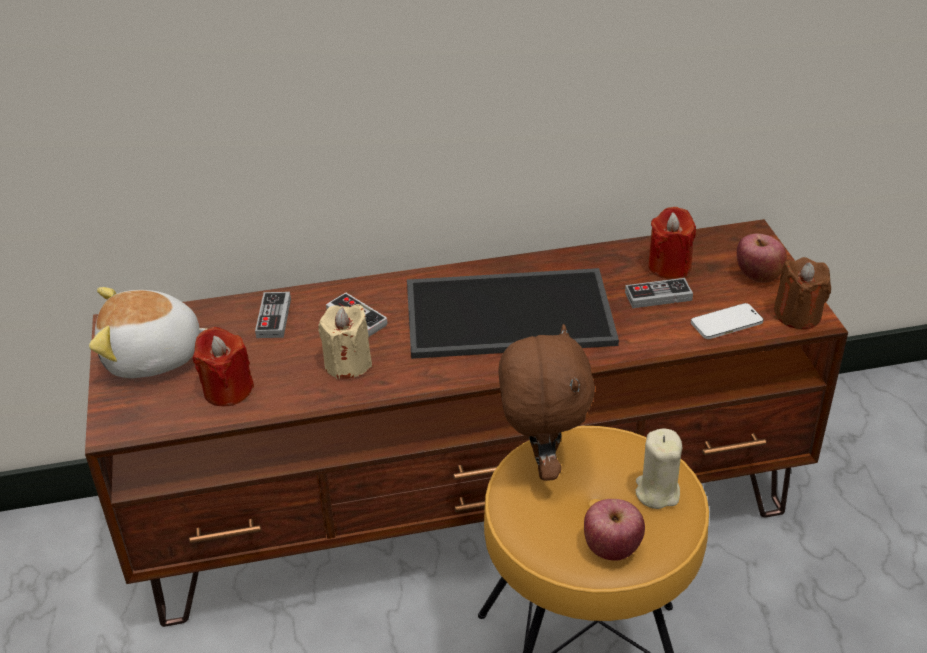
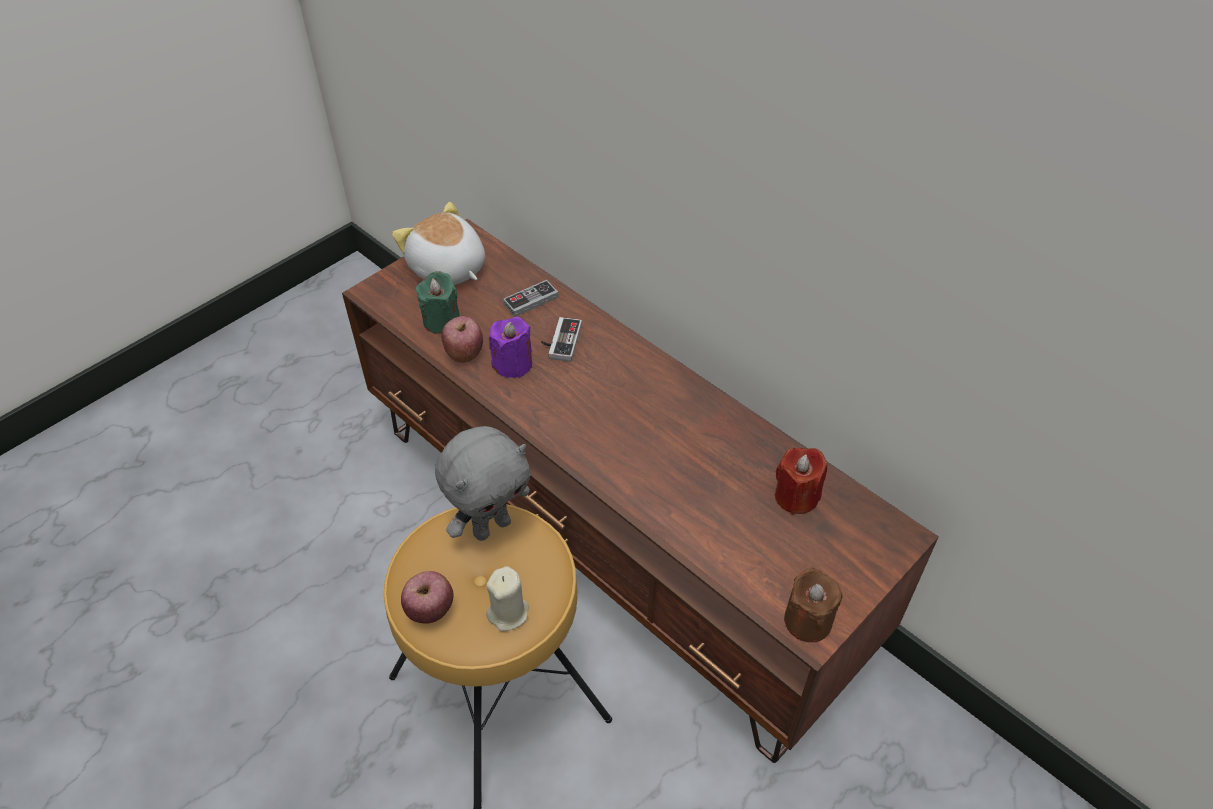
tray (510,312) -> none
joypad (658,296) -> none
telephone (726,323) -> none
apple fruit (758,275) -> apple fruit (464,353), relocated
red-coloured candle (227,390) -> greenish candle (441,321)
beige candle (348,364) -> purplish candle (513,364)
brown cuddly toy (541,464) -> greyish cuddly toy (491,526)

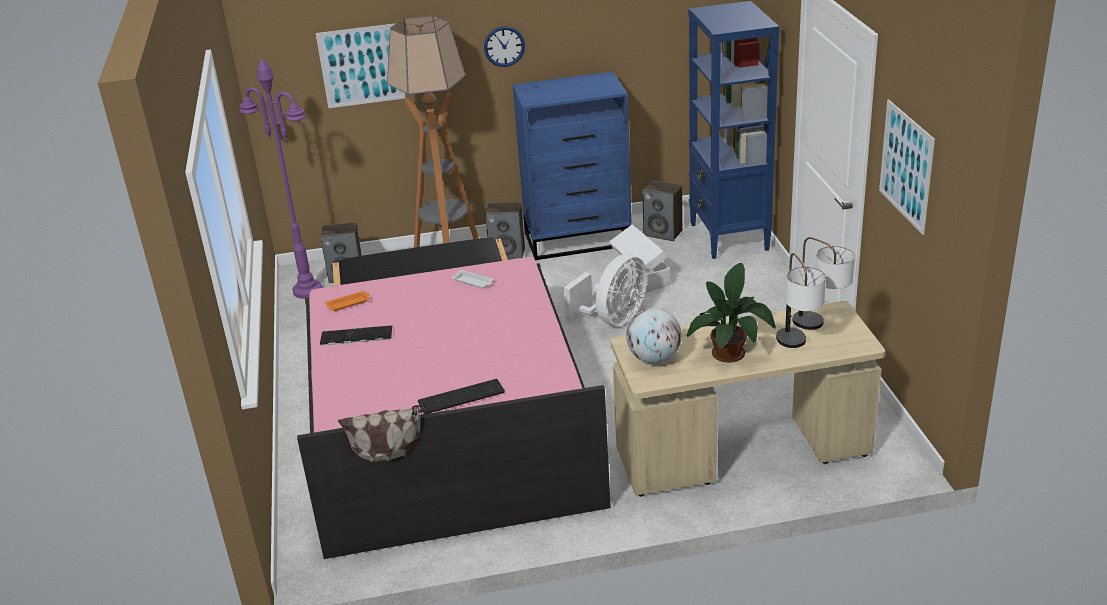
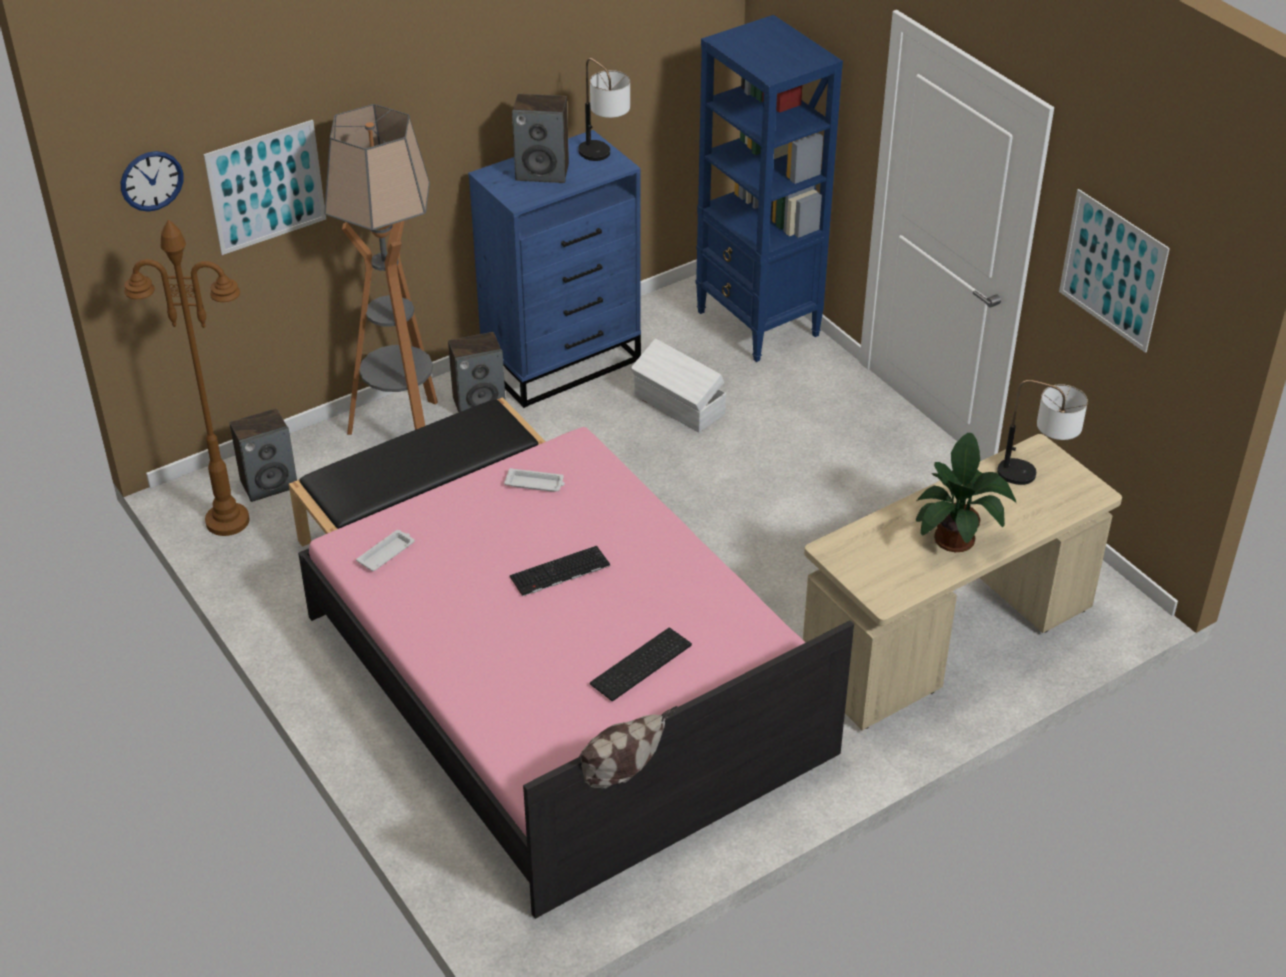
whitish fan (613,319) -> none
world globe (654,358) -> none
PC keyboard (355,336) -> PC keyboard (559,572), relocated
clock on the wall (504,46) -> clock on the wall (151,181), relocated
loudspeaker (663,233) -> loudspeaker (543,172), relocated
table lamp (797,347) -> table lamp (603,159), relocated
purplish standard lamp (307,291) -> brown standard lamp (227,521)
orange tray (349,303) -> whitish tray (387,553)

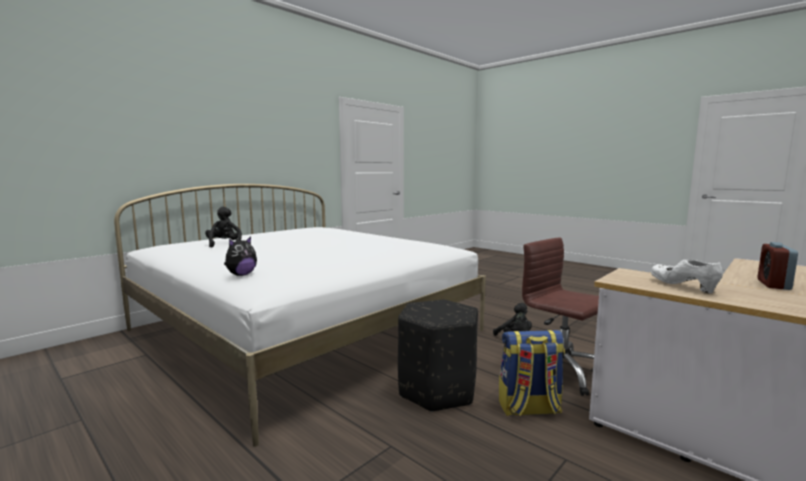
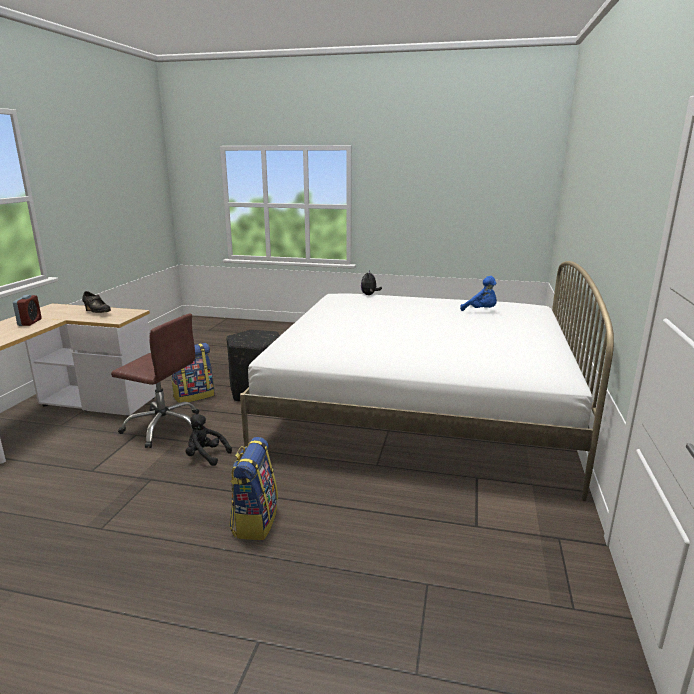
none -> rucksack (254,521)
blackish cuddly toy (224,245) -> blue cuddly toy (481,311)
whitish item of footwear (683,287) -> blackish item of footwear (97,312)

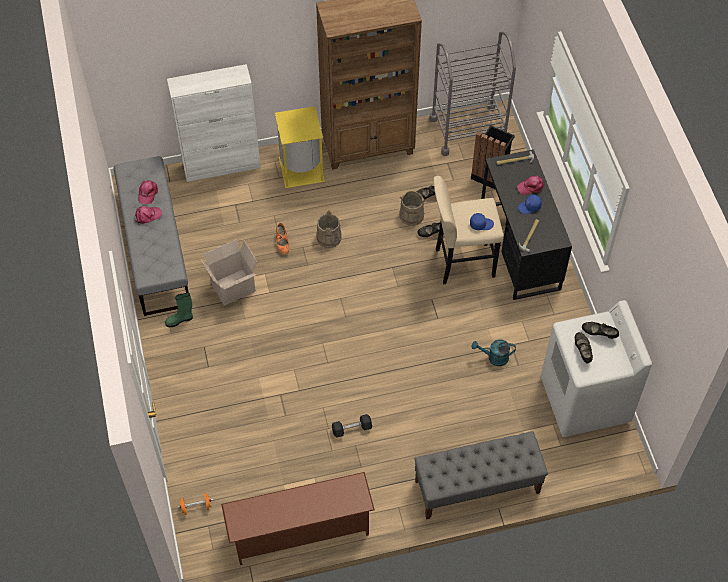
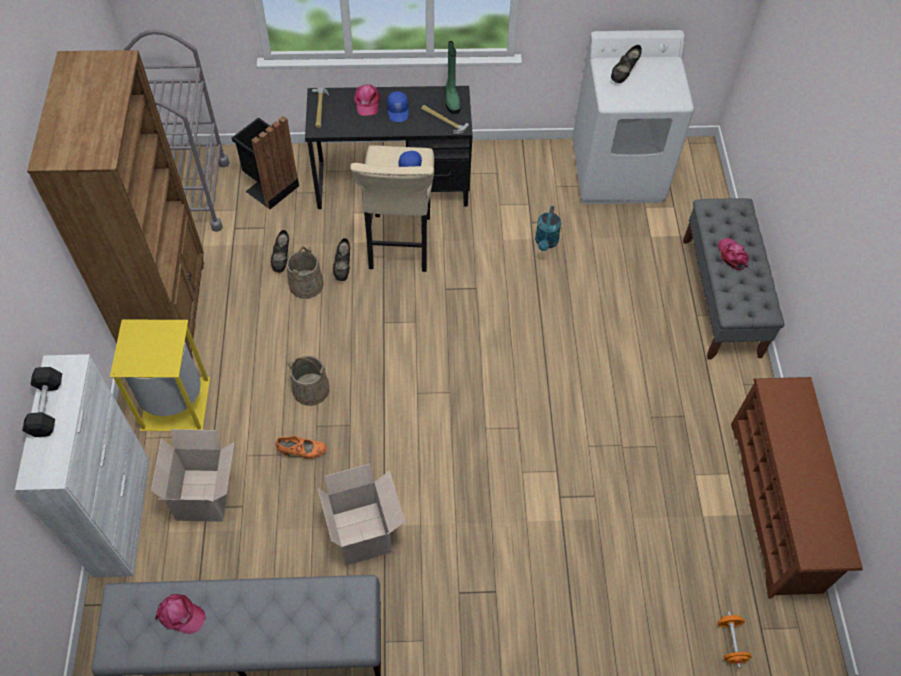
blackish item of footwear (582,351) -> none
none -> packing box (205,496)
pink-coloured baseball cap (147,216) -> pink-coloured baseball cap (732,255), relocated
greenish high-top boot (180,320) -> greenish high-top boot (451,99), relocated
blackish dumbbell (352,429) -> blackish dumbbell (47,407), relocated

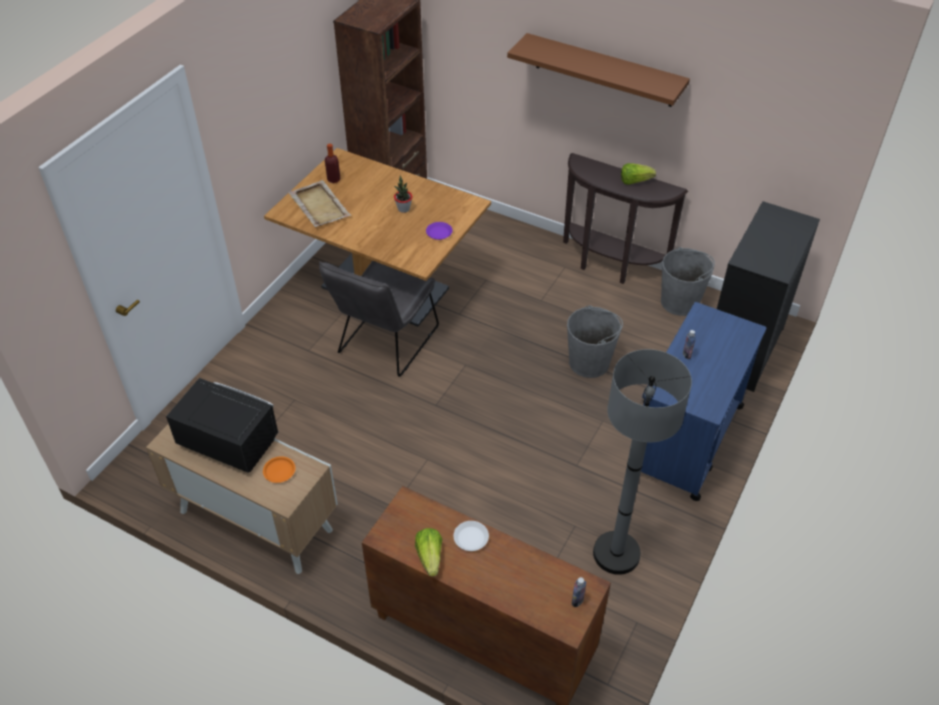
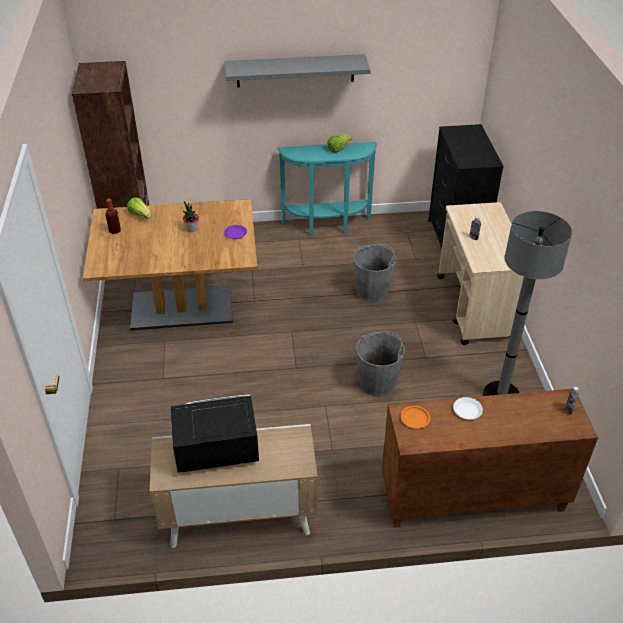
beige tray (319,205) -> none
greyish upright chair (384,344) -> none
orange plate (279,471) -> orange plate (415,418), relocated
head of lettuce (430,557) -> head of lettuce (140,215), relocated
greyish water bucket (680,302) -> greyish water bucket (377,382), relocated
brown bracket shelf (604,70) -> greyish bracket shelf (295,70)
brown hall table (609,266) -> blue-green hall table (327,226)
blue cart (686,440) -> beige cart (475,308)

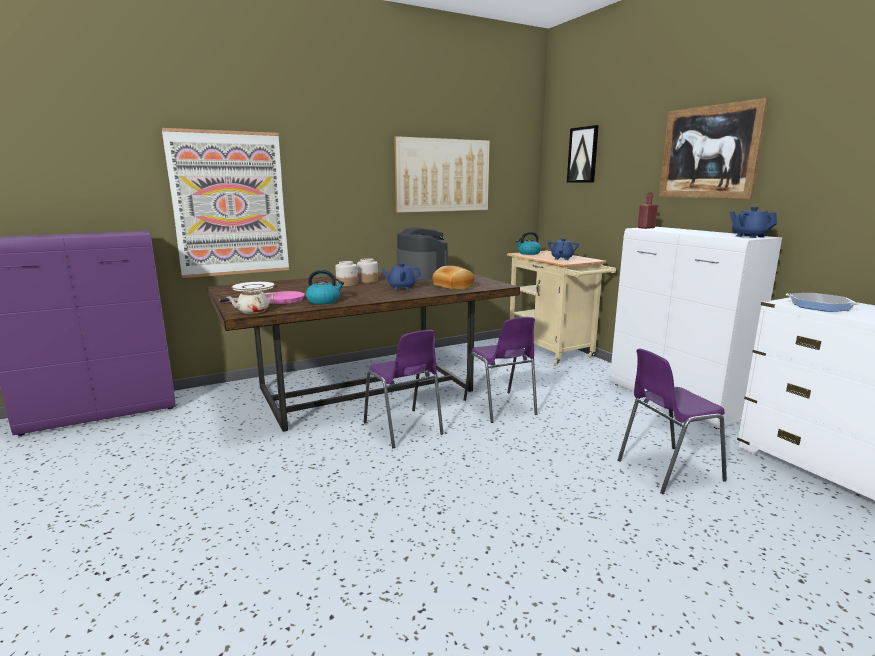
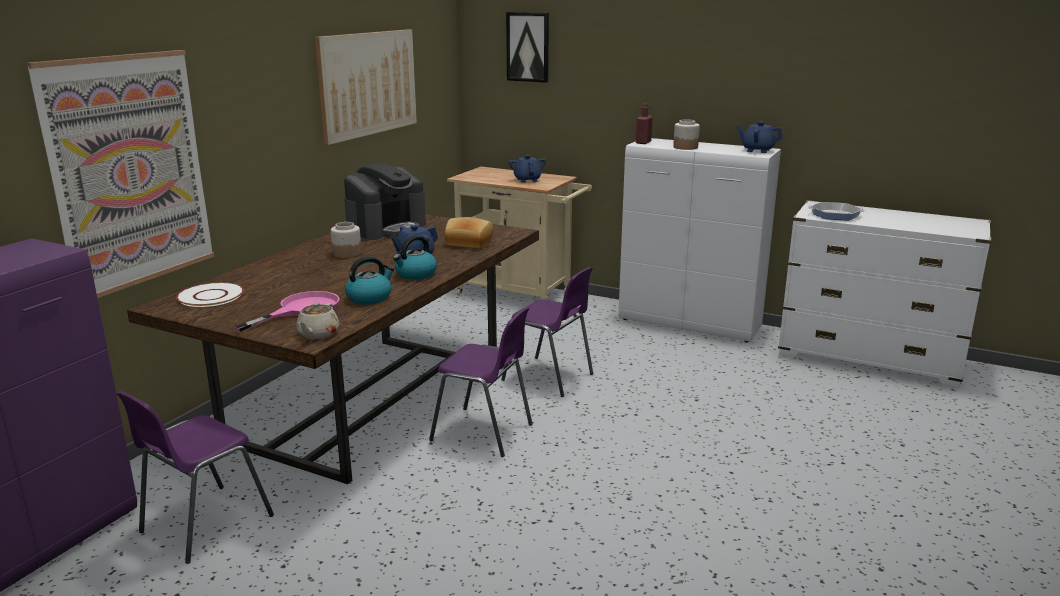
wall art (708,152) -> none
preserve jar (347,284) -> preserve jar (685,147), relocated
tea kettle (528,253) -> tea kettle (415,274), relocated
purplish upright chair (666,470) -> purplish upright chair (203,525), relocated
coffee machine (421,273) -> coffee machine (386,228), 105 degrees clockwise

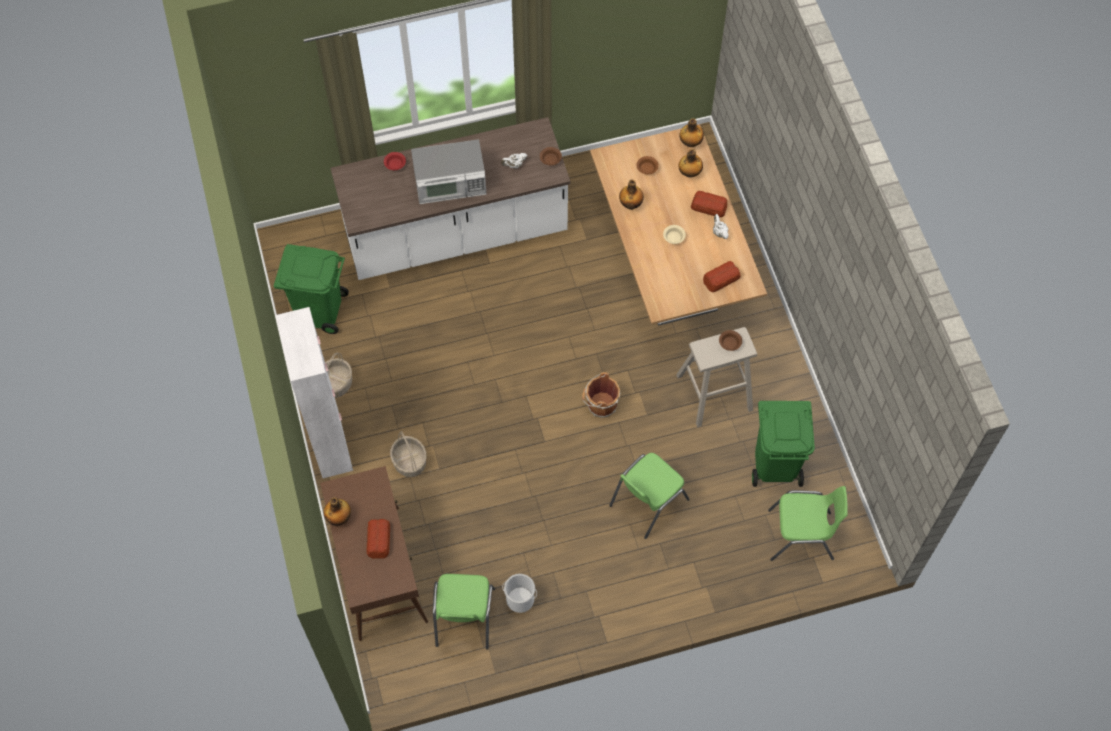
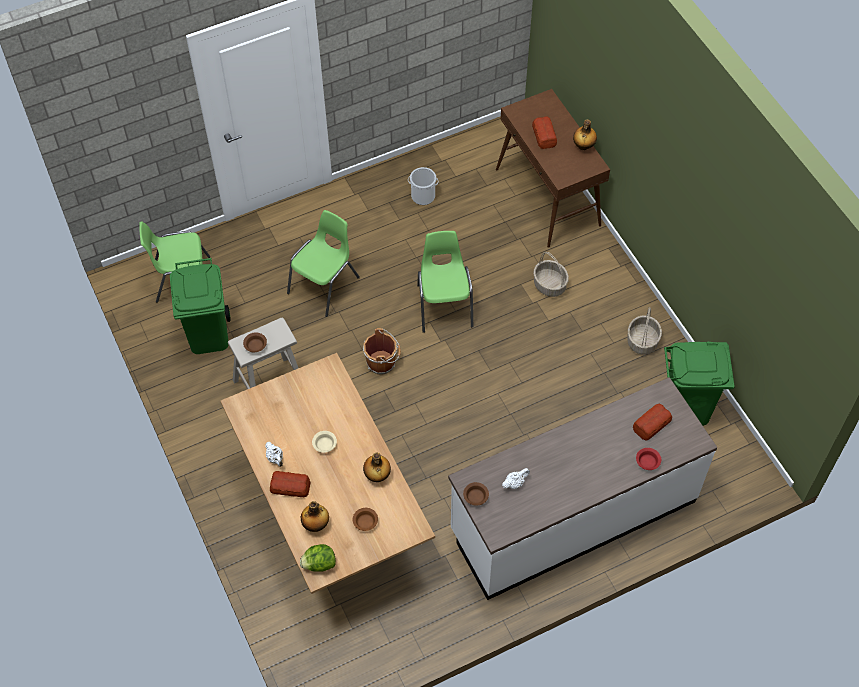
whitish cabinet (330,444) -> none
kitchen microwave (450,184) -> none
greenish upright chair (464,618) -> greenish upright chair (444,305), relocated
bread (722,279) -> bread (651,424), relocated
drink bottle (690,143) -> head of lettuce (319,564)

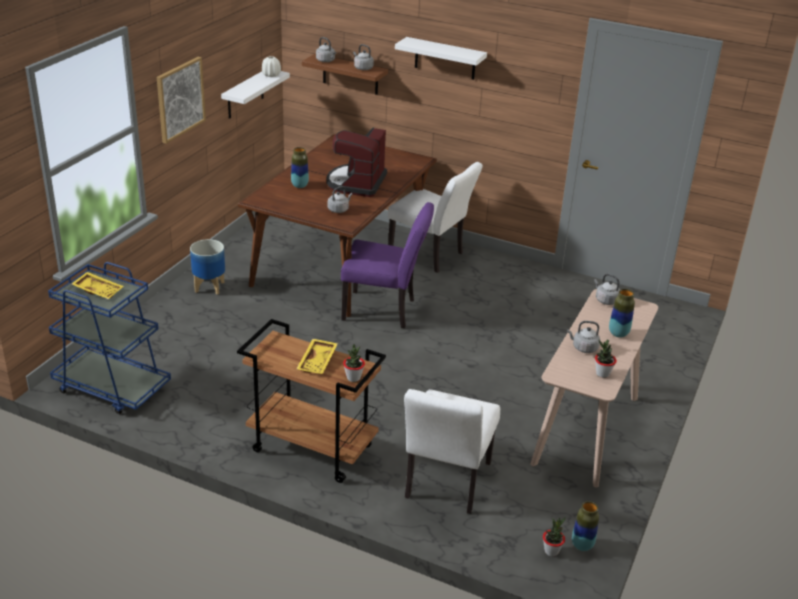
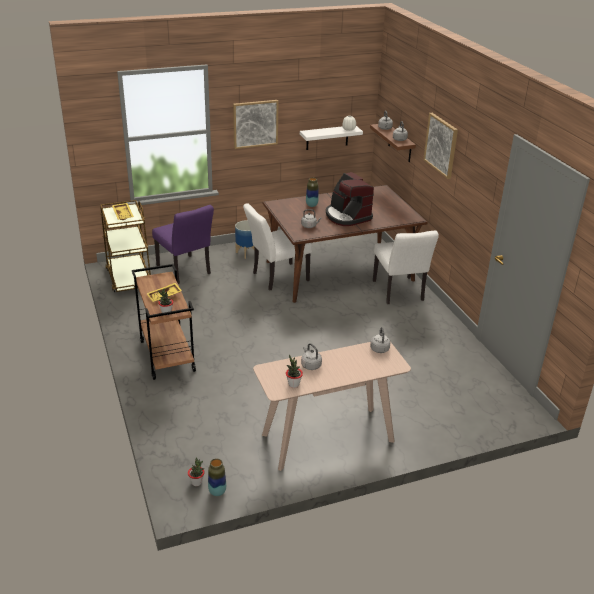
flower vase (618,333) -> none
purplish upright chair (385,310) -> purplish upright chair (185,271), relocated
whitish upright chair (445,485) -> whitish upright chair (276,277), relocated
whitish bracket shelf (445,58) -> wall art (441,145)
blue cart (112,387) -> brown cart (129,278)
coffee machine (356,183) -> coffee machine (347,216), 90 degrees counterclockwise

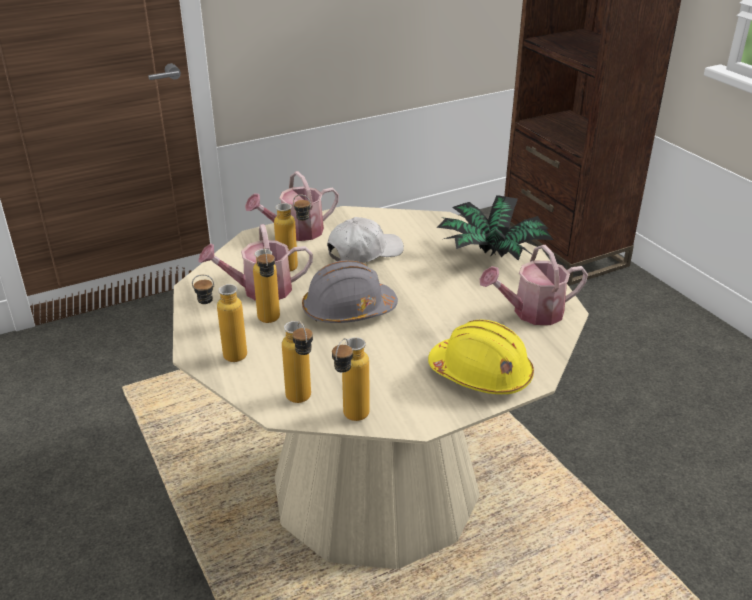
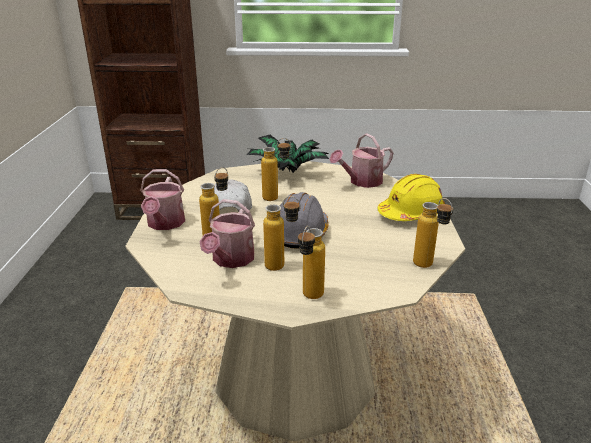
drink bottle (302,402) -> drink bottle (276,198), relocated
sprinkling can (531,313) -> sprinkling can (362,182), 45 degrees clockwise

